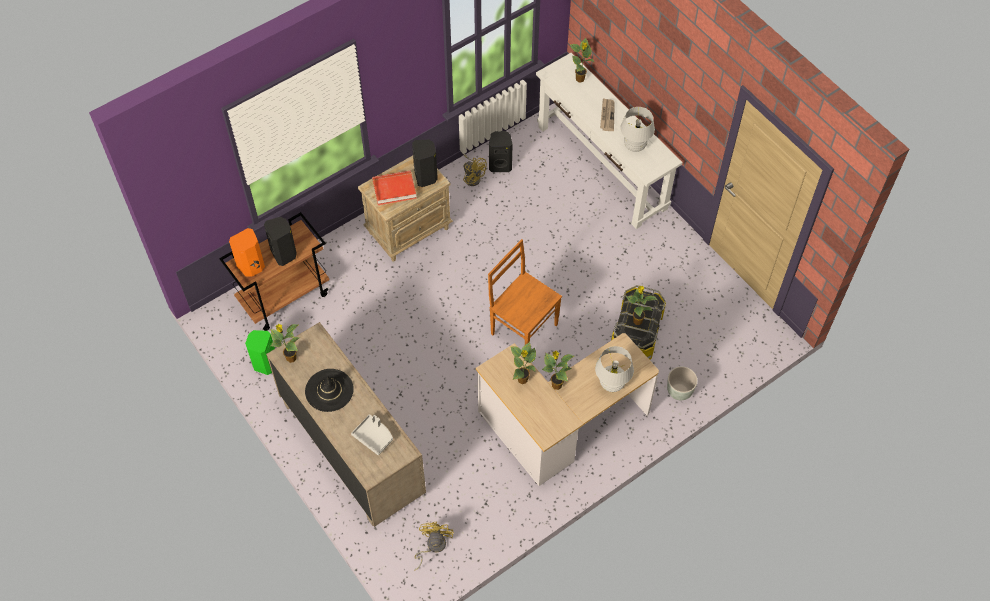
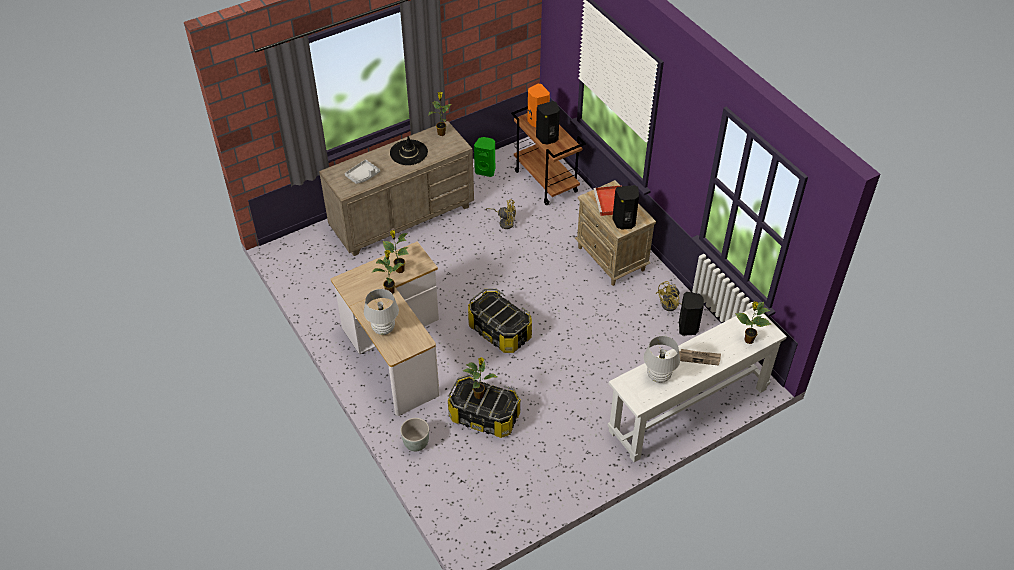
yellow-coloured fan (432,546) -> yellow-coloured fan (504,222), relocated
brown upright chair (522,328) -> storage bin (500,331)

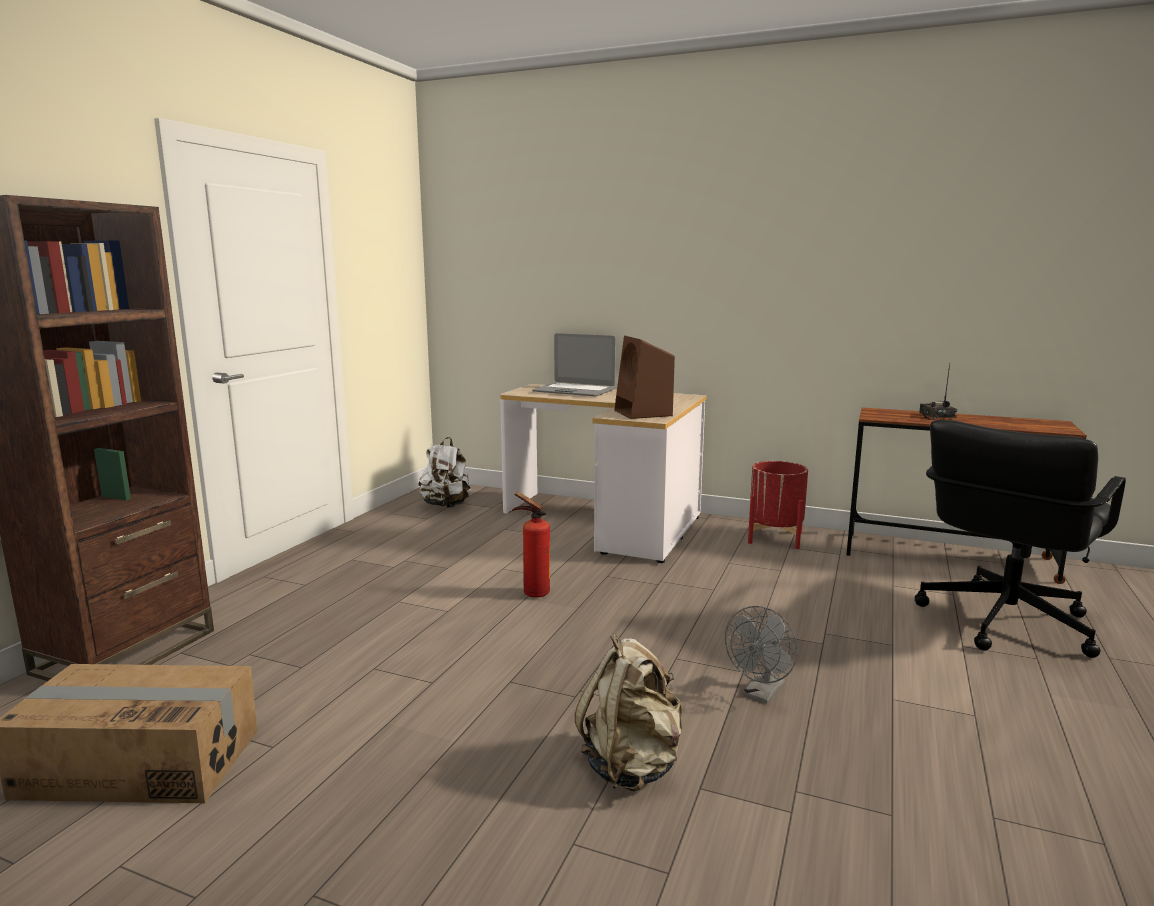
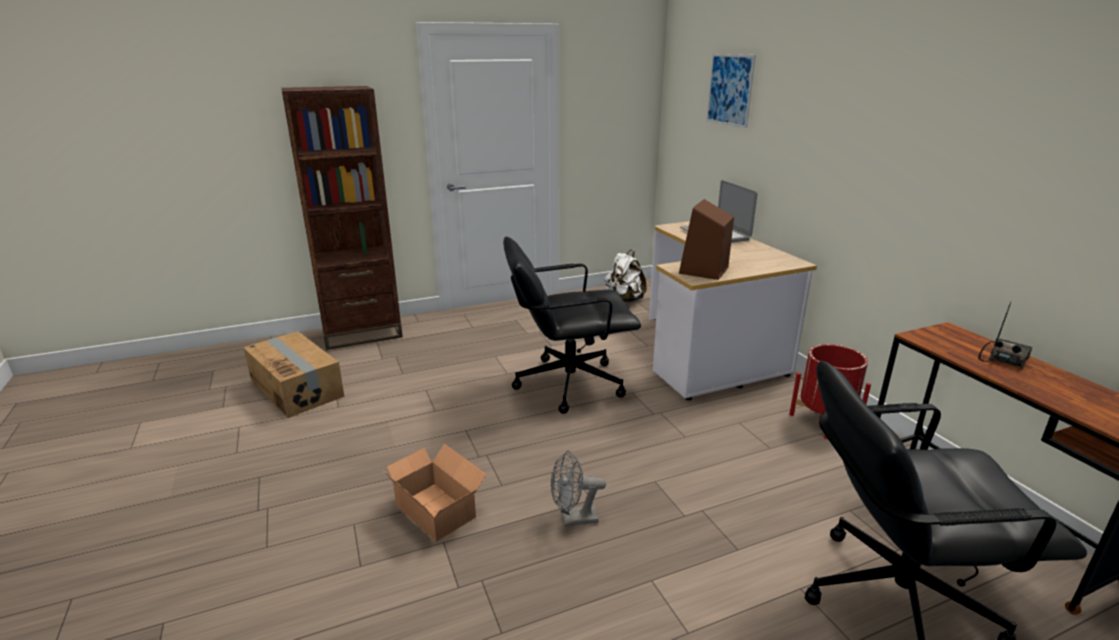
none -> wall art (730,90)
fire extinguisher (532,593) -> blackish desk chair (568,383)
beige rucksack (632,765) -> packing box (437,509)

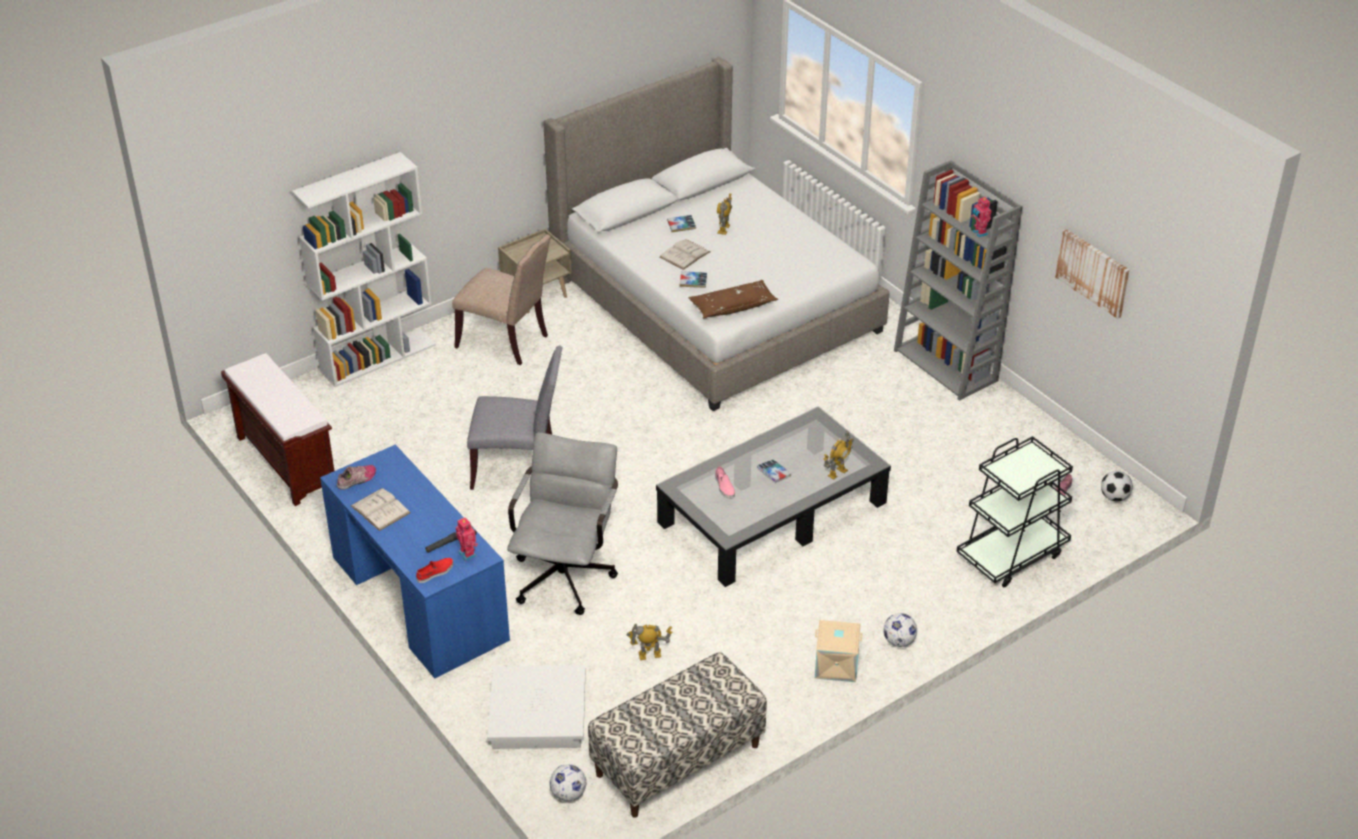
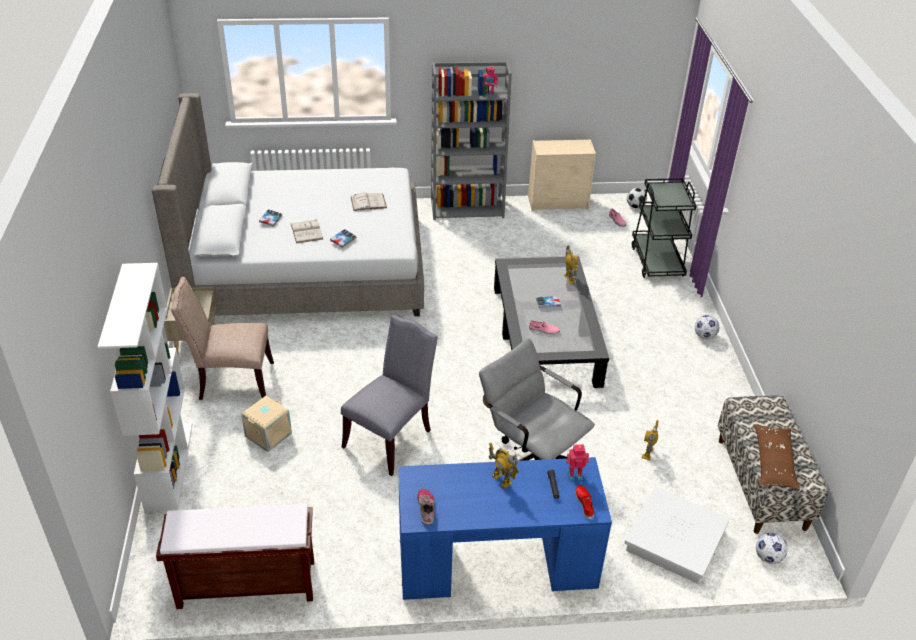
wall art (1093,272) -> none
none -> beige dresser (558,203)
whitish volume (380,509) -> whitish volume (368,202), relocated
brown pillow (733,306) -> brown pillow (773,462), relocated
robot figure (724,229) -> robot figure (501,480), relocated
beige storage bin (836,665) -> beige storage bin (268,435), relocated
beige upright chair (506,341) -> beige upright chair (232,382), 150 degrees counterclockwise

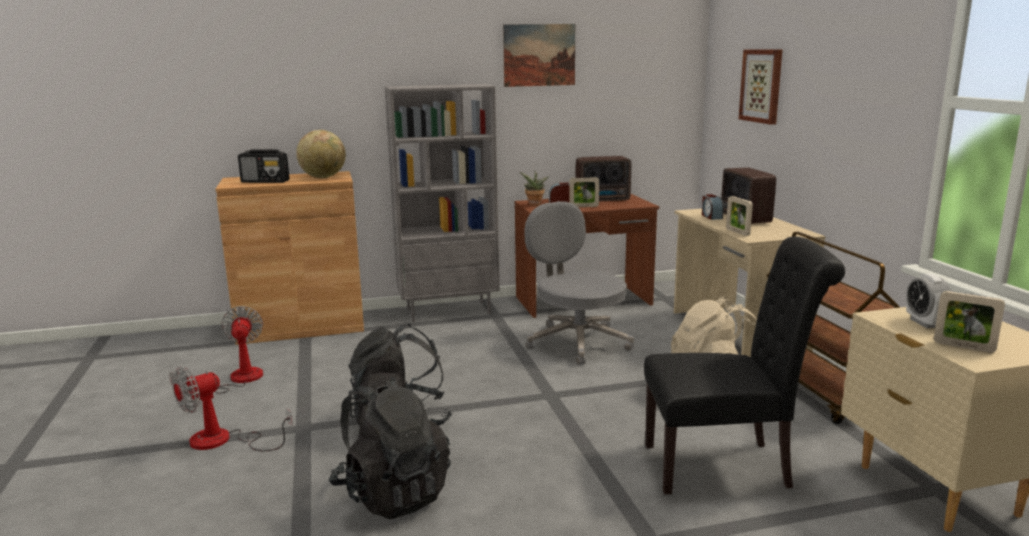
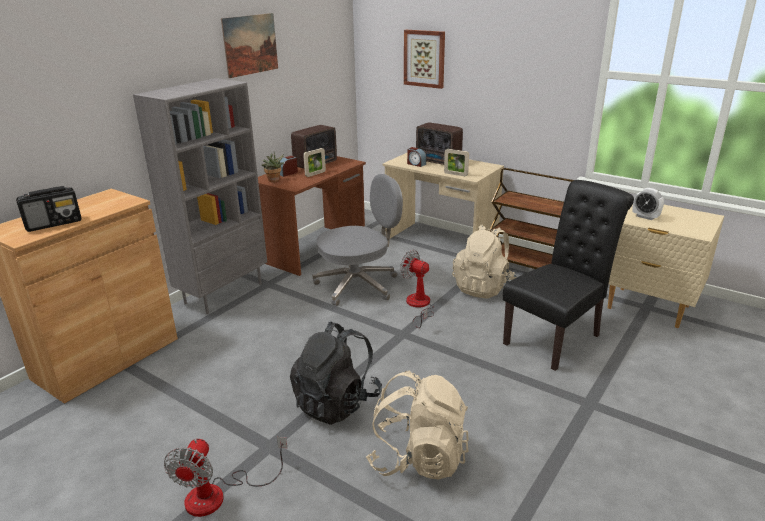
world globe (323,177) -> none
photo frame (964,347) -> none
fan (235,380) -> fan (418,306), relocated
blackish rucksack (392,494) -> beige rucksack (418,458)
greyish desk chair (576,342) -> greyish desk chair (358,285), 135 degrees clockwise

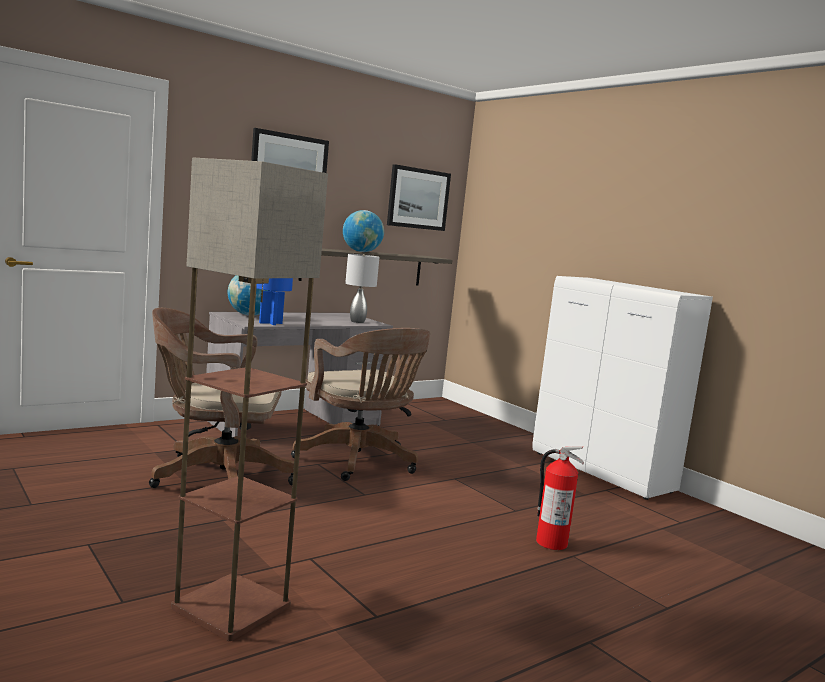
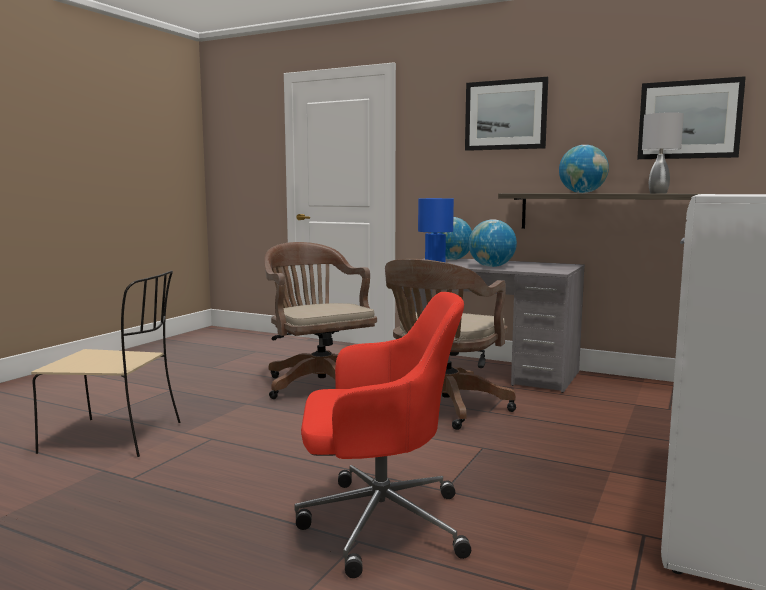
none -> world globe (491,266)
greyish table lamp (358,321) -> greyish table lamp (658,193), relocated
standard lamp (233,607) -> beige upright chair (116,437)
fire extinguisher (551,543) -> red-coloured desk chair (378,523)

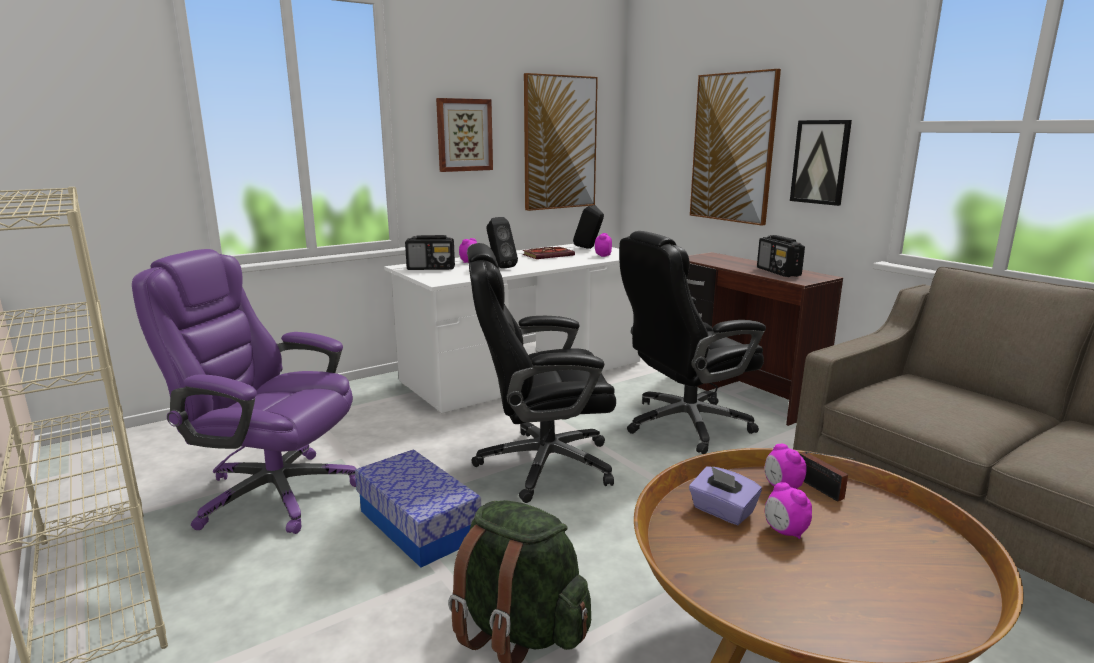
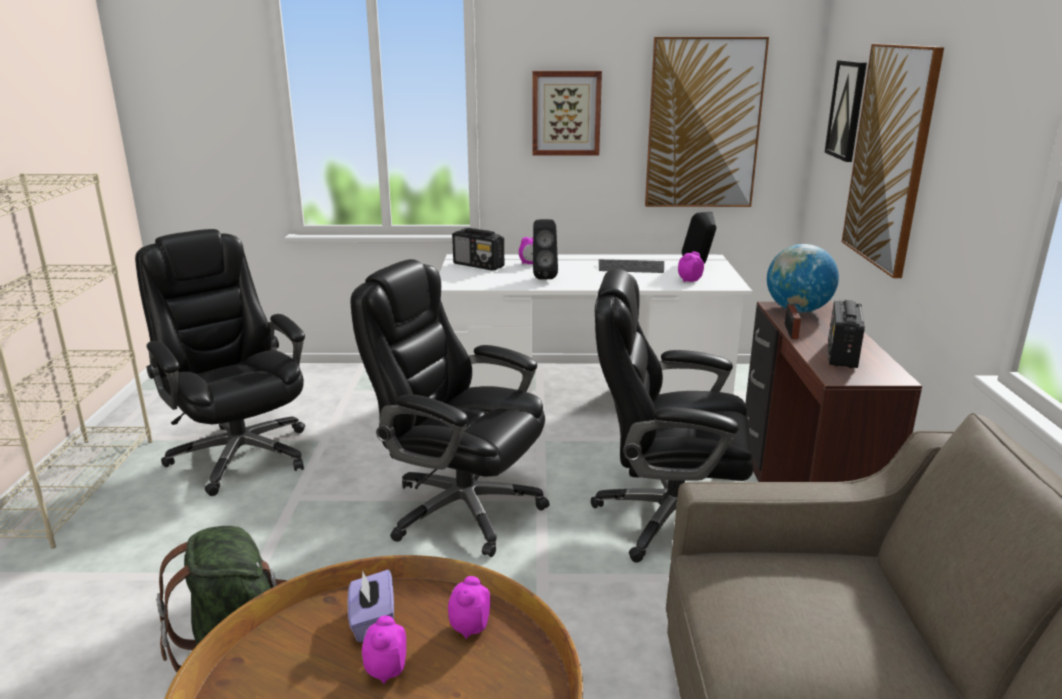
storage bin (418,525) -> none
none -> world globe (797,310)
wall art (820,162) -> wall art (847,110), relocated
radio set (821,489) -> radio set (791,332), relocated
volume (549,255) -> PC keyboard (631,268)
purplish desk chair (273,493) -> blackish desk chair (240,454)

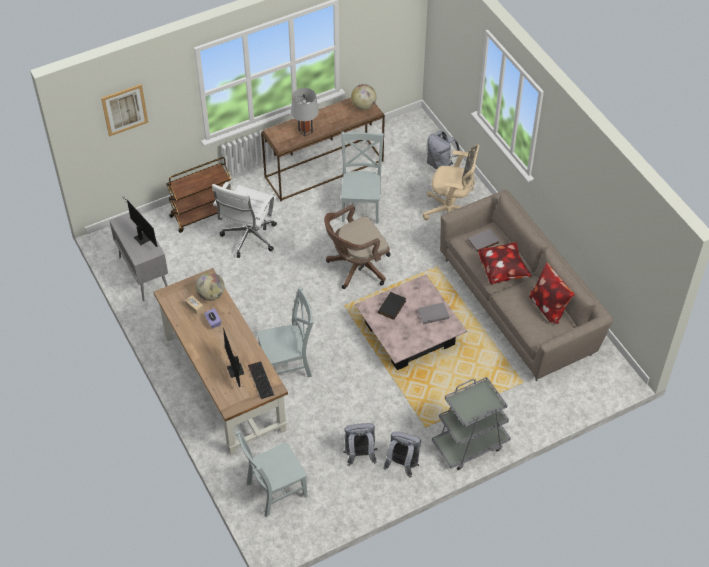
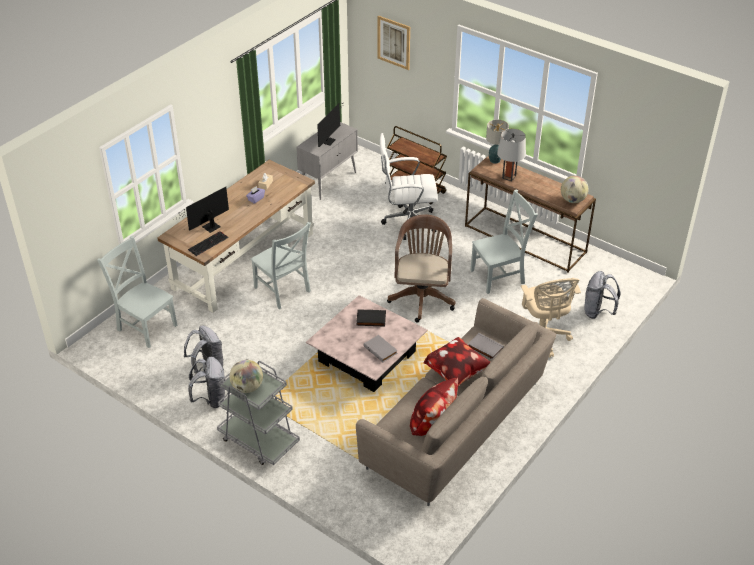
none -> table lamp (494,160)
world globe (211,295) -> world globe (247,387), relocated
brown desk chair (356,268) -> brown desk chair (422,296), 60 degrees clockwise

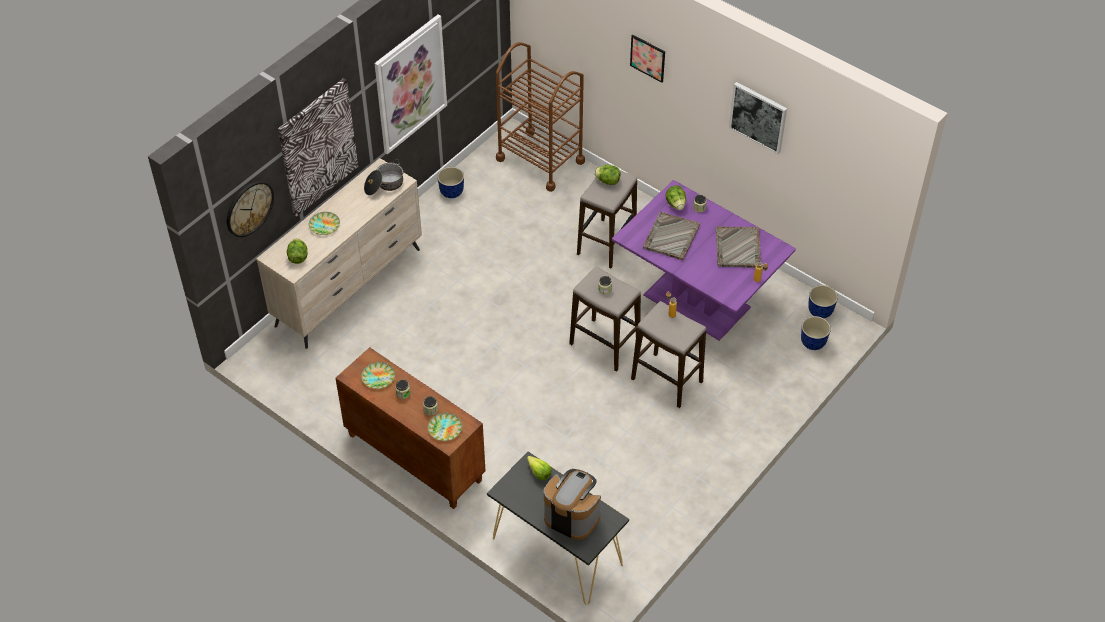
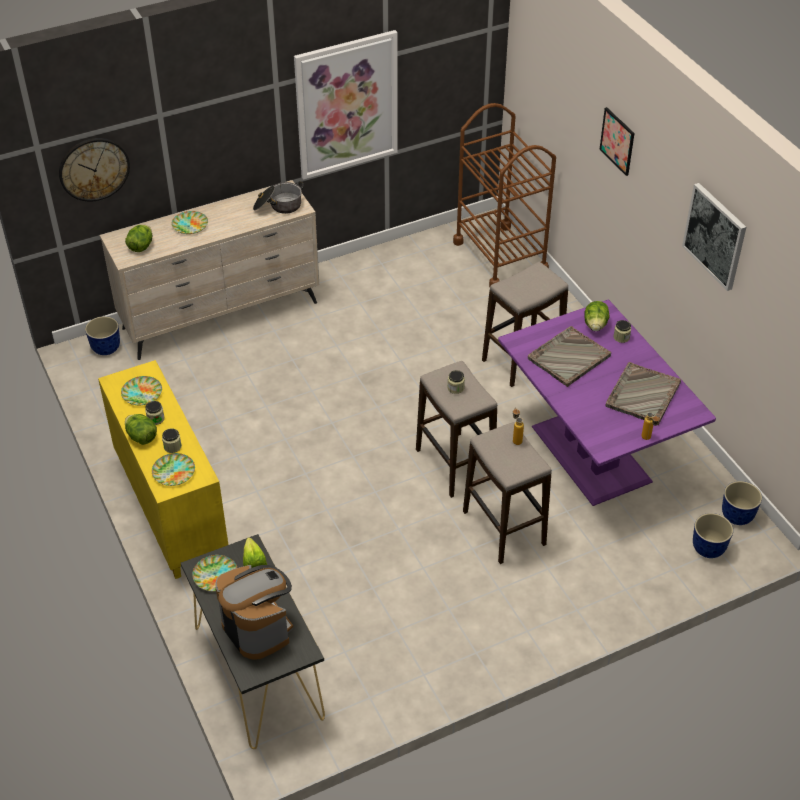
wall art (318,147) -> none
none -> plate (215,575)
planter (451,192) -> planter (106,348), relocated
head of lettuce (608,181) -> head of lettuce (141,437), relocated
brown cabinet (413,458) -> yellow-coloured cabinet (170,508)

